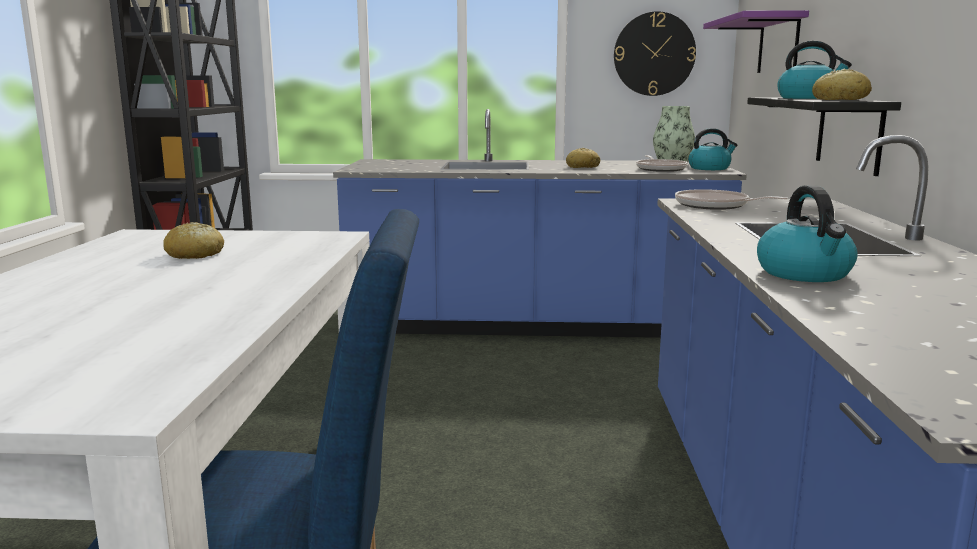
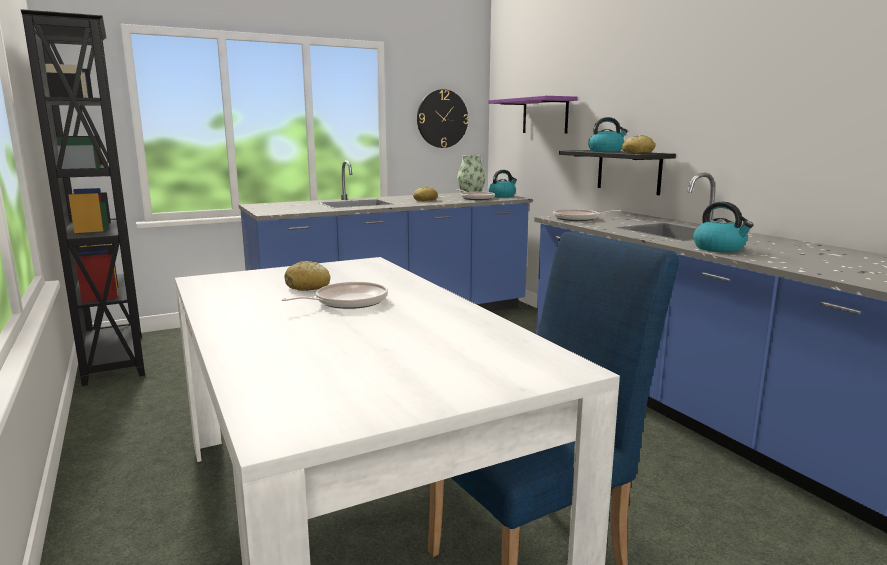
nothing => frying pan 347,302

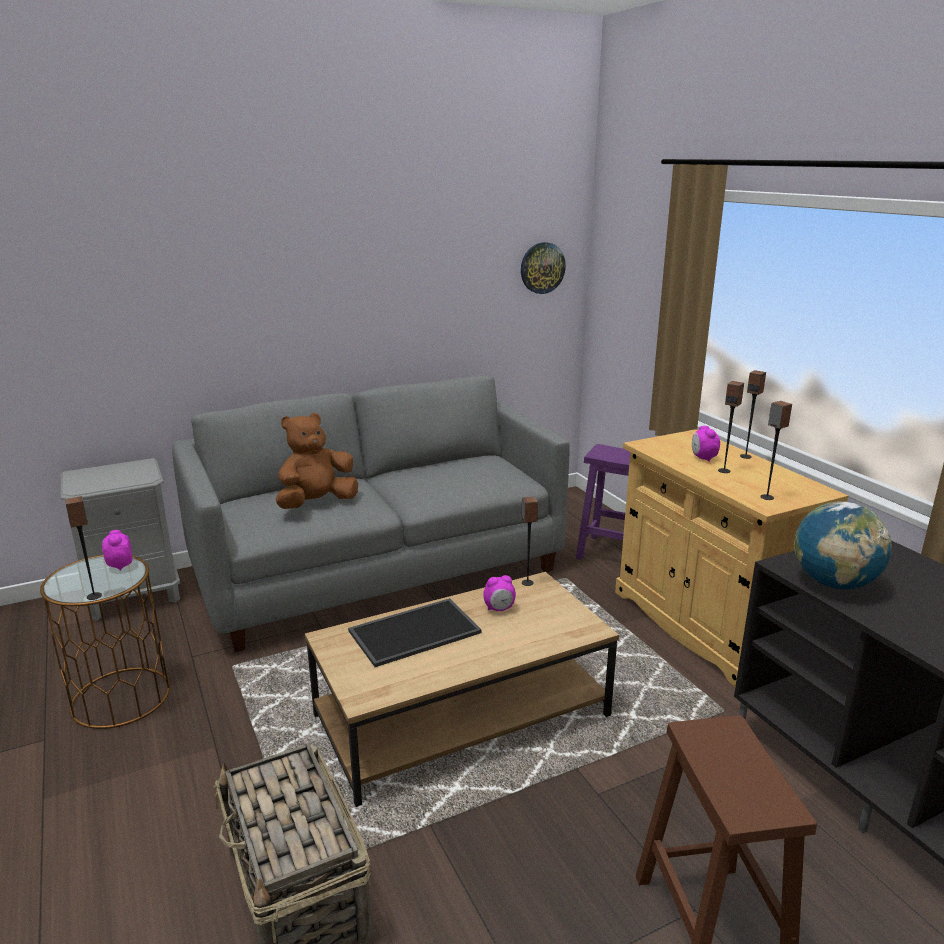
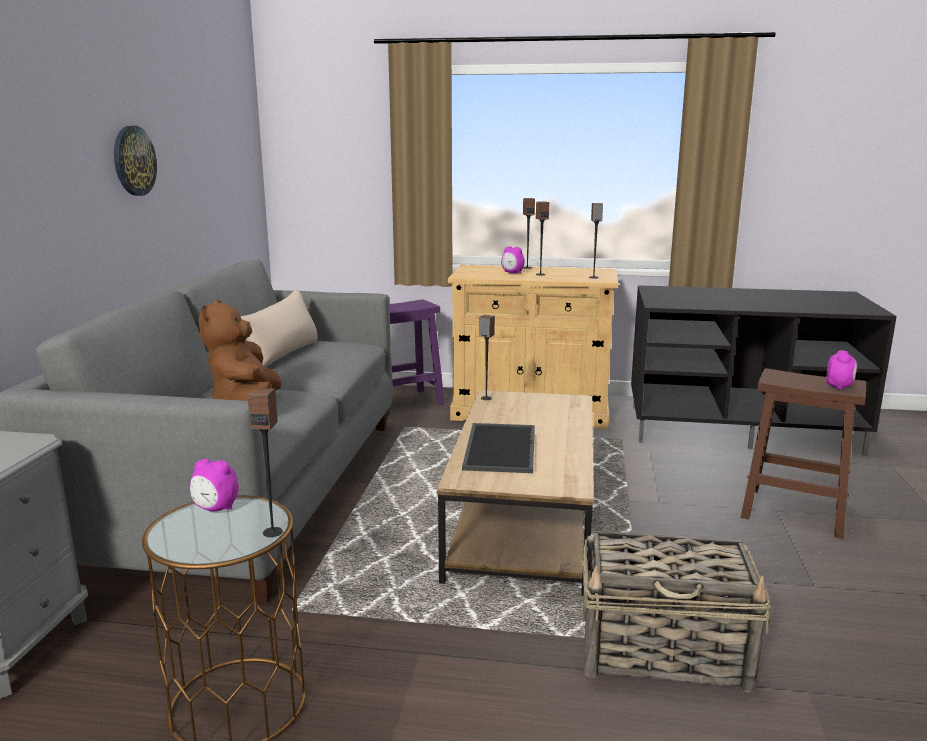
hanging clock 542,268 => hanging clock 133,161, shifted
nothing => pillow/sand-coloured 282,356
alarm clock 499,609 => alarm clock 839,387, shifted
desk globe 834,583 => nothing

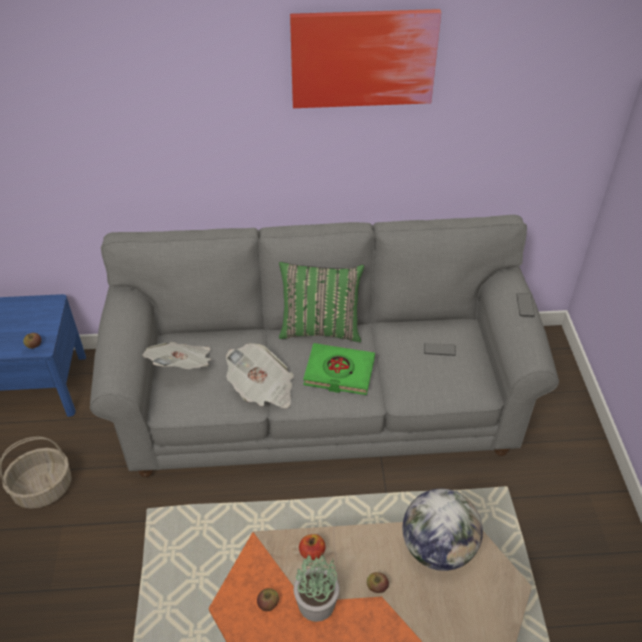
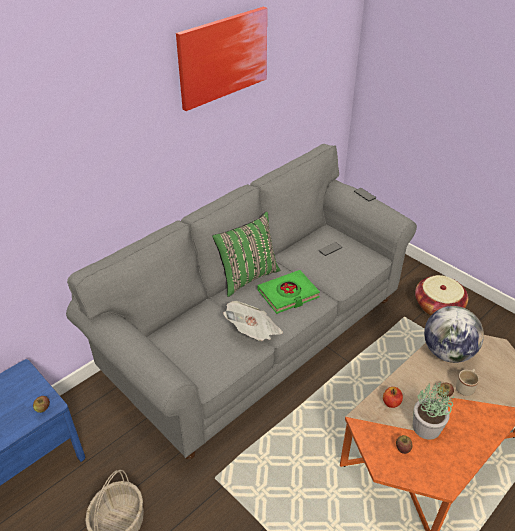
nothing => household basket 438,306
nothing => tea mug/sand-coloured 465,387
printed paper 182,366 => nothing

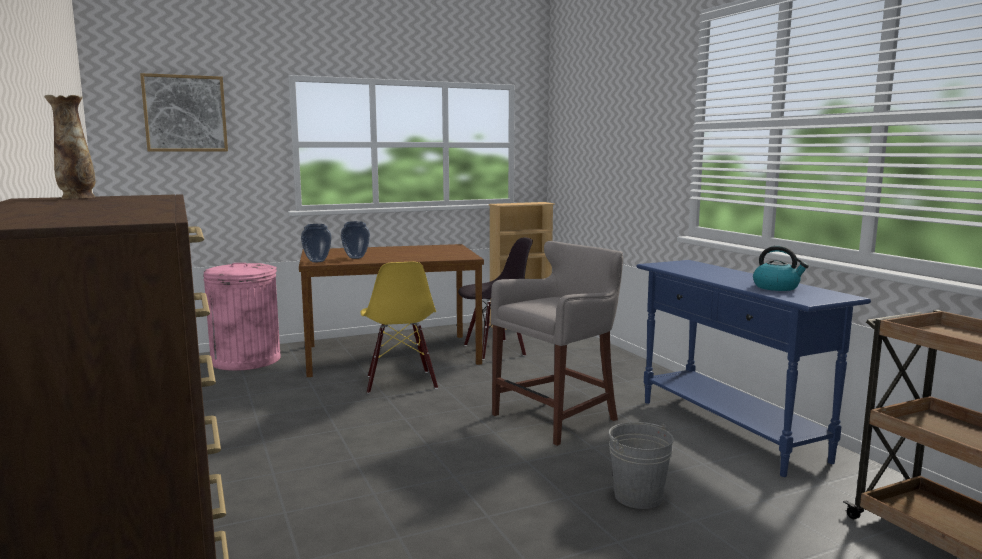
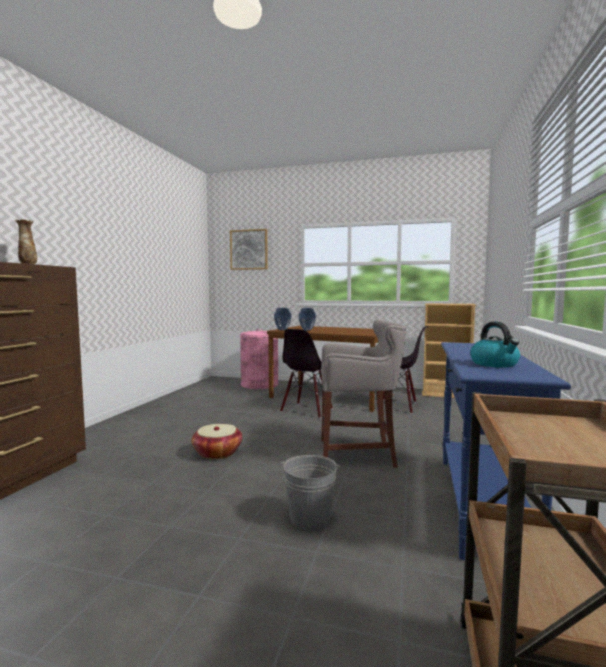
nothing => household basket 217,453
chair/yellow 400,382 => chair/black-coloured 307,410

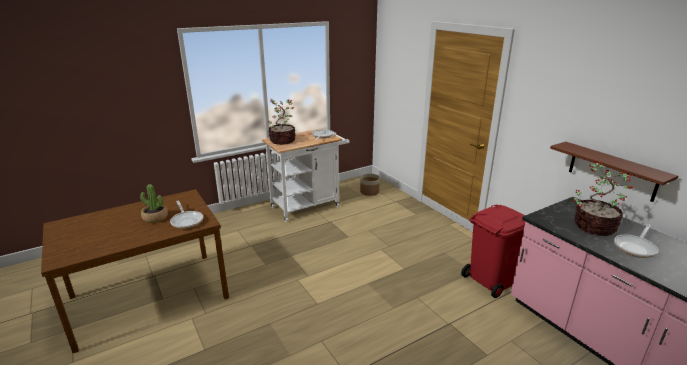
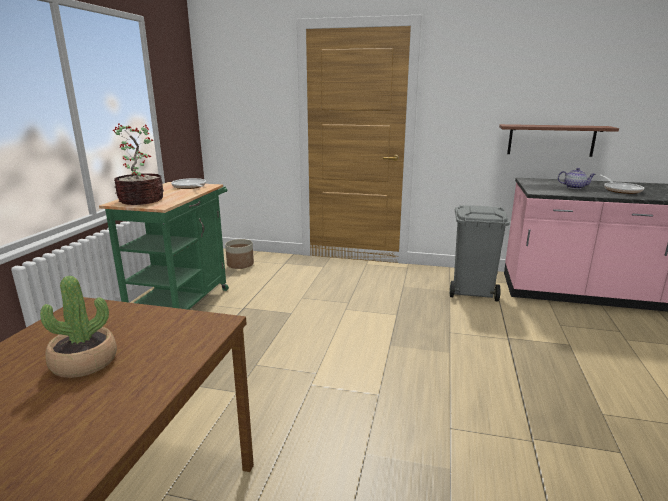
cart/whitish 309,205 => cart/green-coloured 184,302
trash can/reddish 491,281 => trash can/greyish 473,291
houseplant 592,227 => teapot 574,187
frying pan 186,221 => nothing

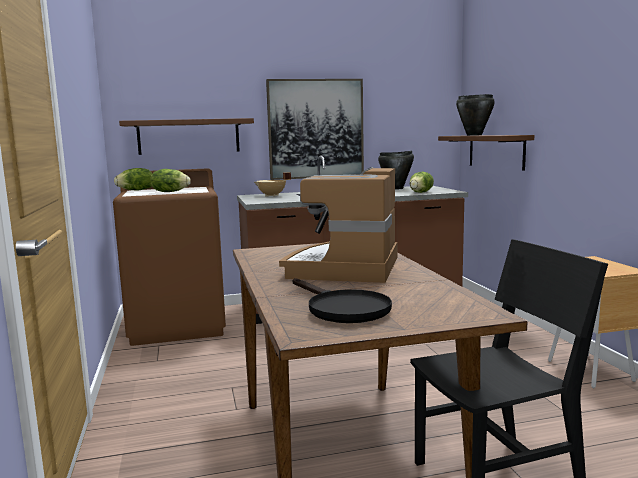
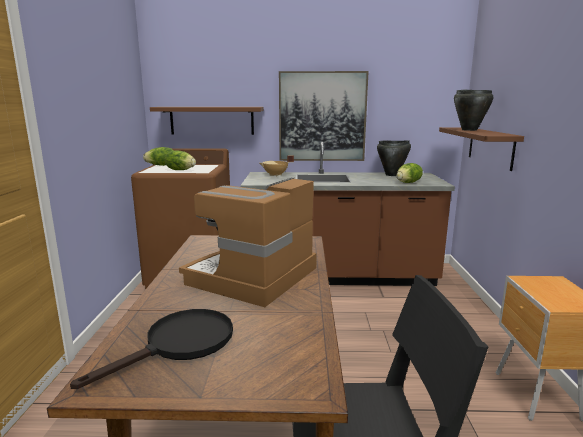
frying pan/black-coloured 341,308 => frying pan/black-coloured 180,344, 120 degrees counterclockwise

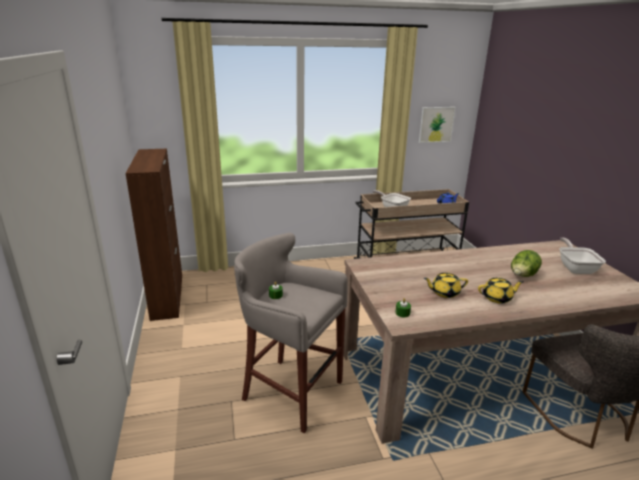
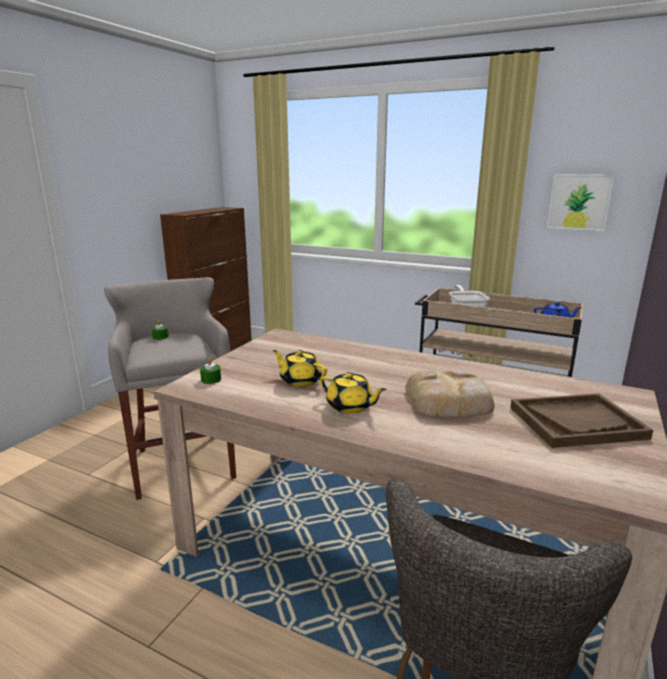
head of lettuce 522,276 => bakery bread 450,401
frying pan 575,268 => carrying tray/brown 576,422

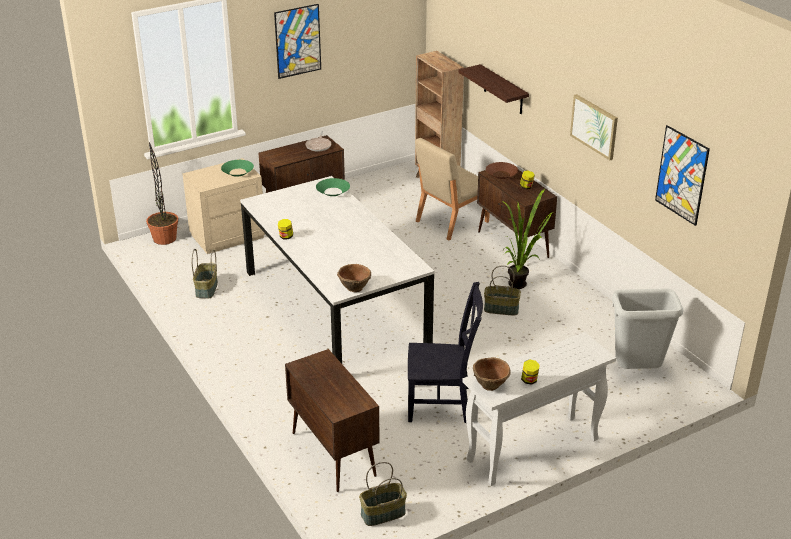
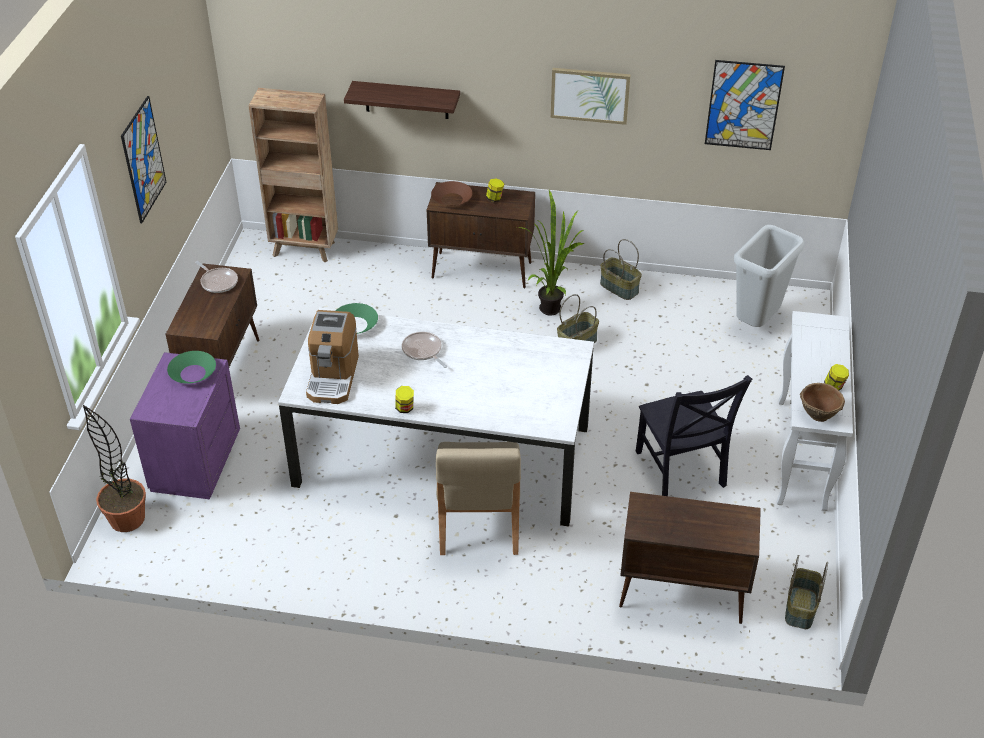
night table/sand-coloured 227,236 => night table/purple-coloured 194,462
nothing => coffee maker 333,377
nothing => frying pan 423,351
chair/sand-coloured 451,221 => chair/sand-coloured 478,522, shifted
household basket 207,289 => household basket 620,288, shifted
chair/black-coloured 442,404 => chair/black-coloured 681,472, 120 degrees clockwise
deep dish/brown 354,287 => nothing

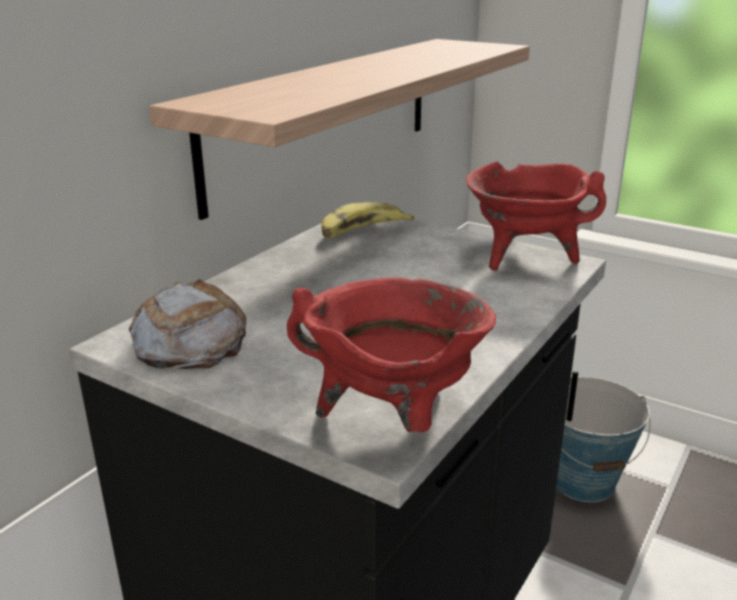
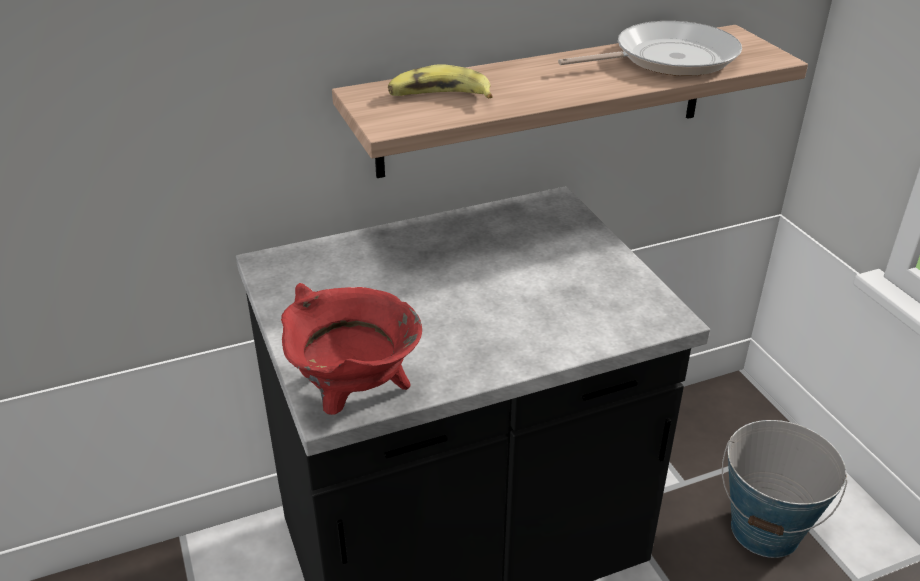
banana fruit 361,232 => banana fruit 439,97, shifted
nothing => frying pan 668,59
bakery bread 189,341 => nothing
stockpot/reddish 524,258 => nothing

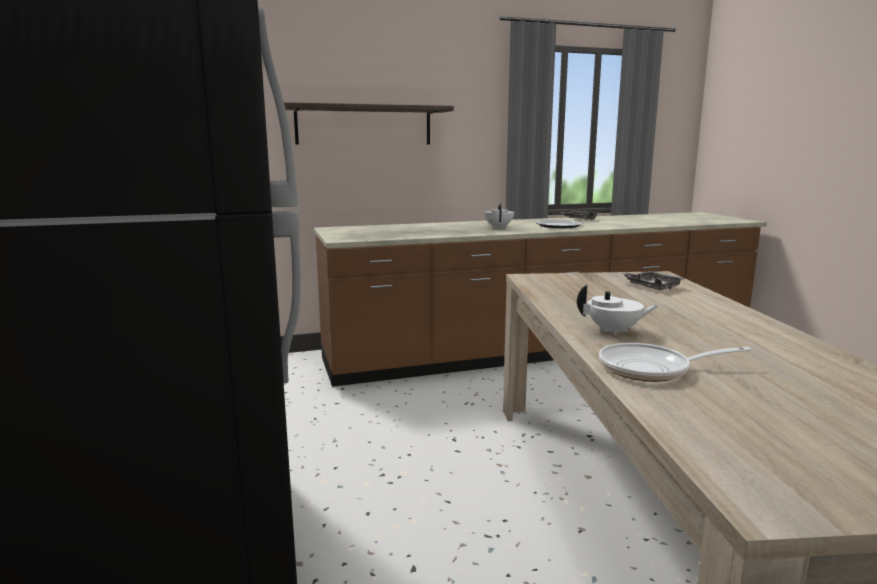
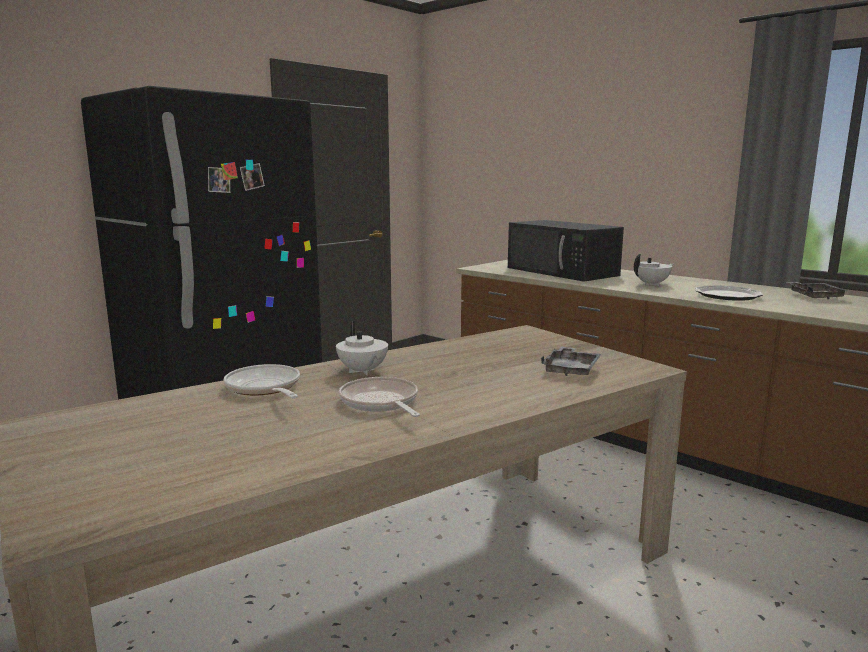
nothing => frying pan 380,402
nothing => kitchen microwave/black-coloured 563,271
shelf 364,125 => nothing

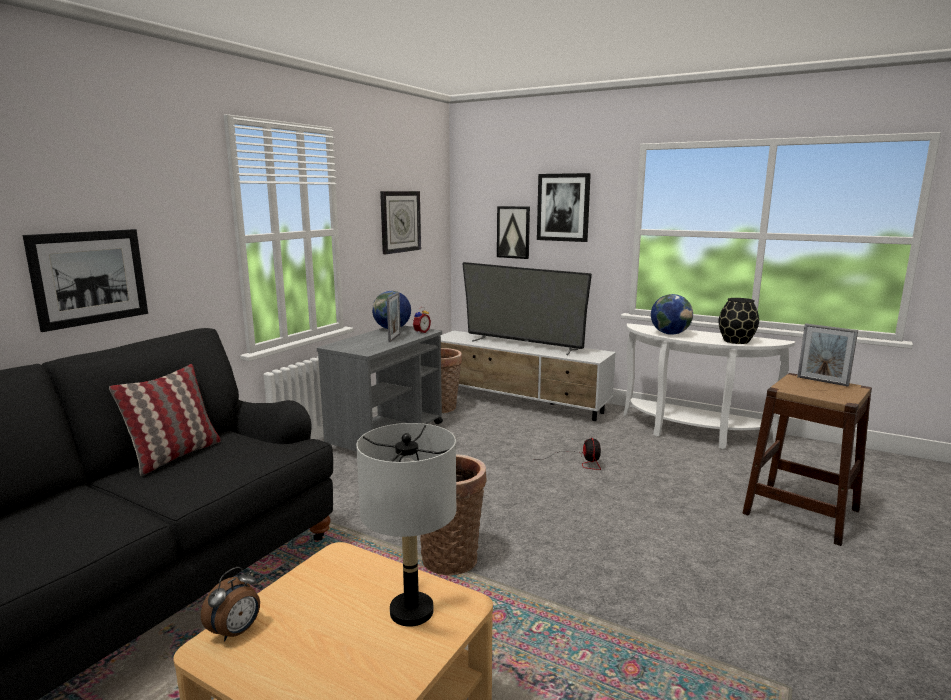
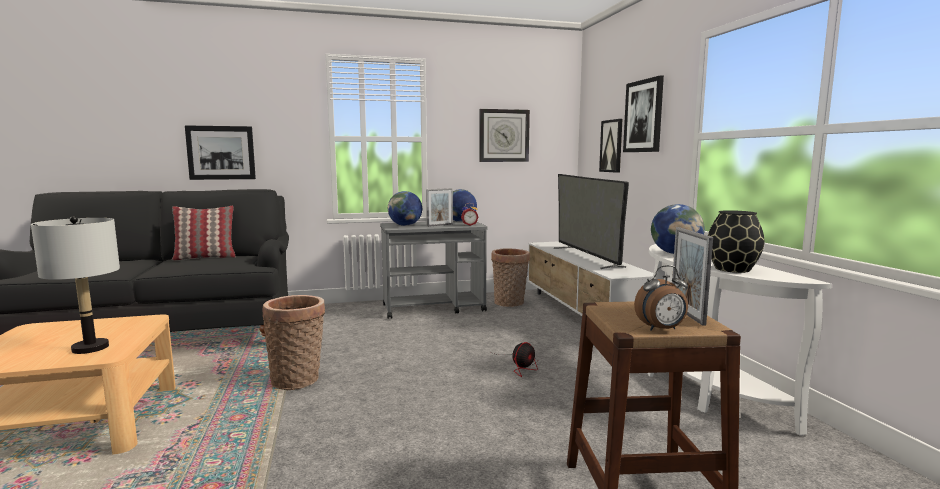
nothing => desk globe 405,225
alarm clock 236,632 => alarm clock 661,329, shifted

